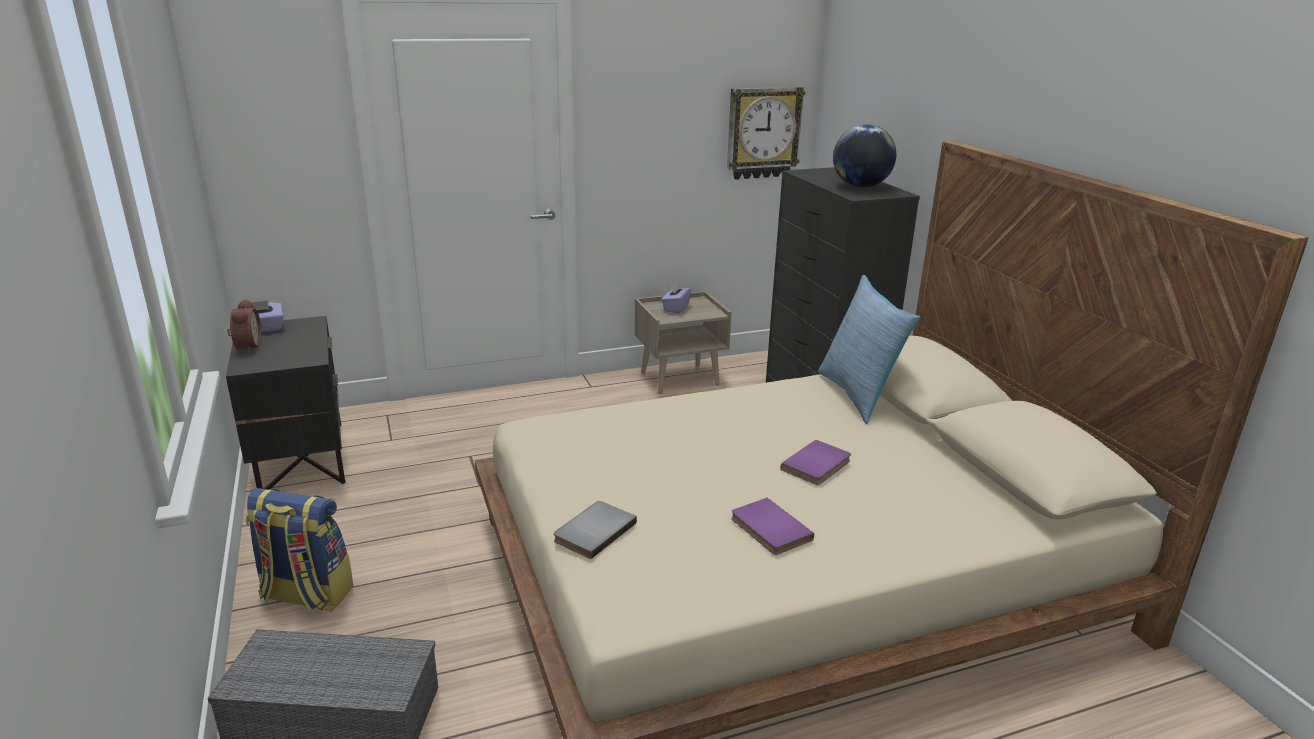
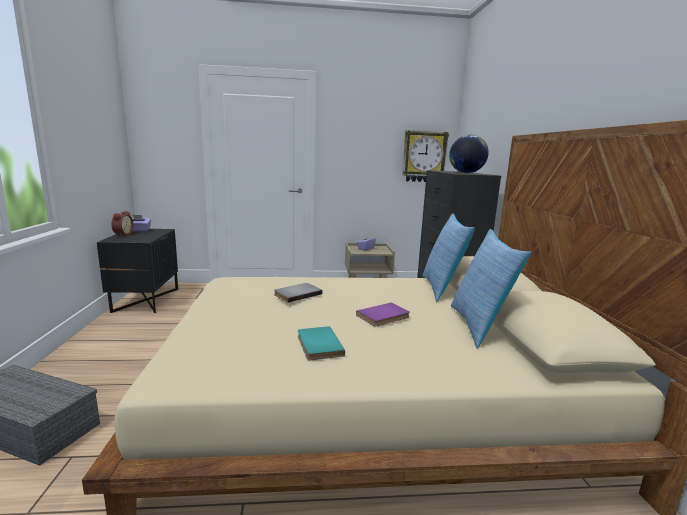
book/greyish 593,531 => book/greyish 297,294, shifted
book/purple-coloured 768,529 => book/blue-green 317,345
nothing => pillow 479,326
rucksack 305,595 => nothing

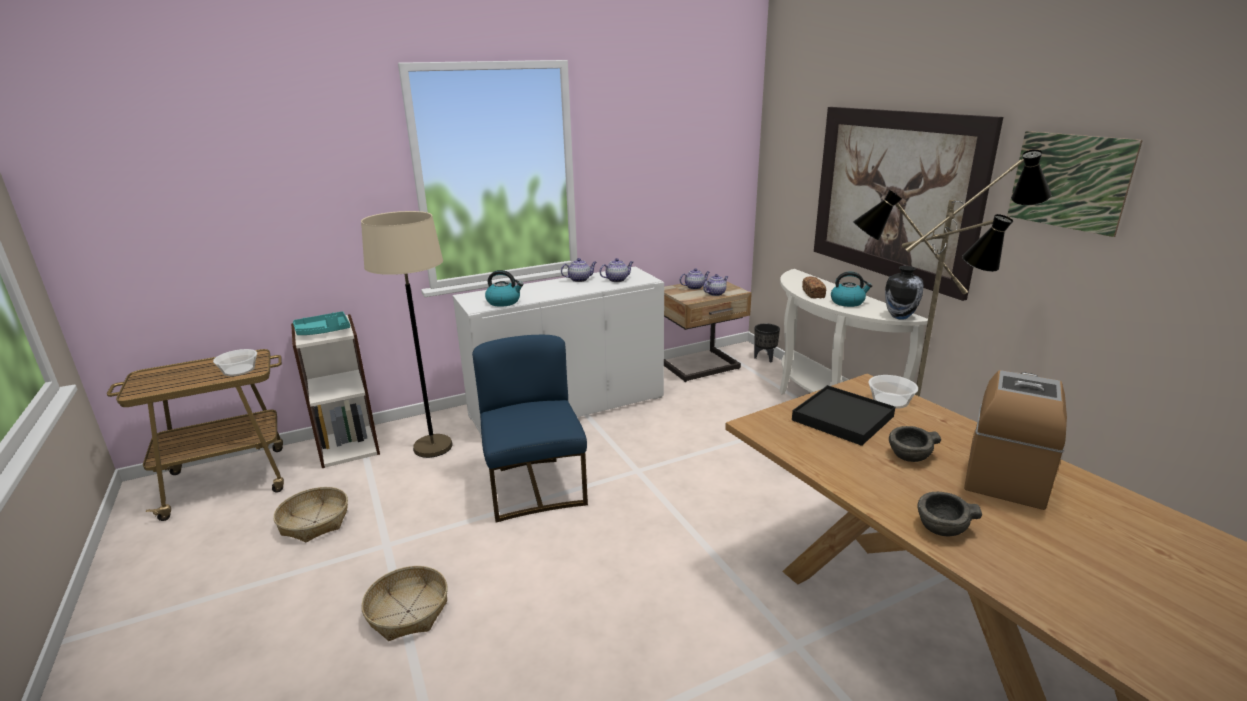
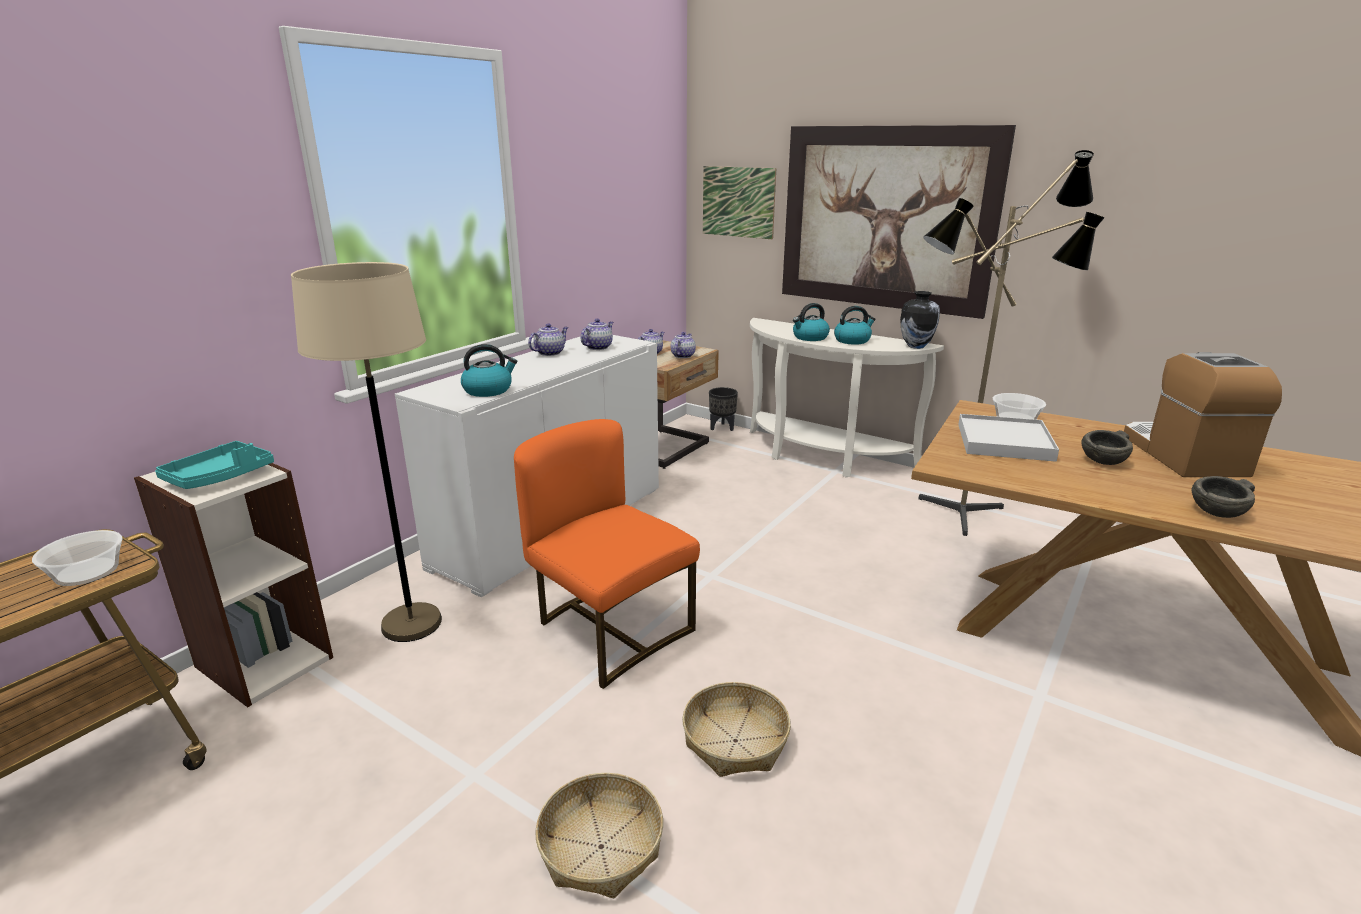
chair/blue 535,487 => chair/orange-coloured 610,630
household basket 315,522 => household basket 735,740, shifted
wall art 1069,181 => wall art 738,202, shifted
bakery bread 813,294 => water kettle 810,337
carrying tray/black-coloured 843,418 => carrying tray/whitish 1004,442

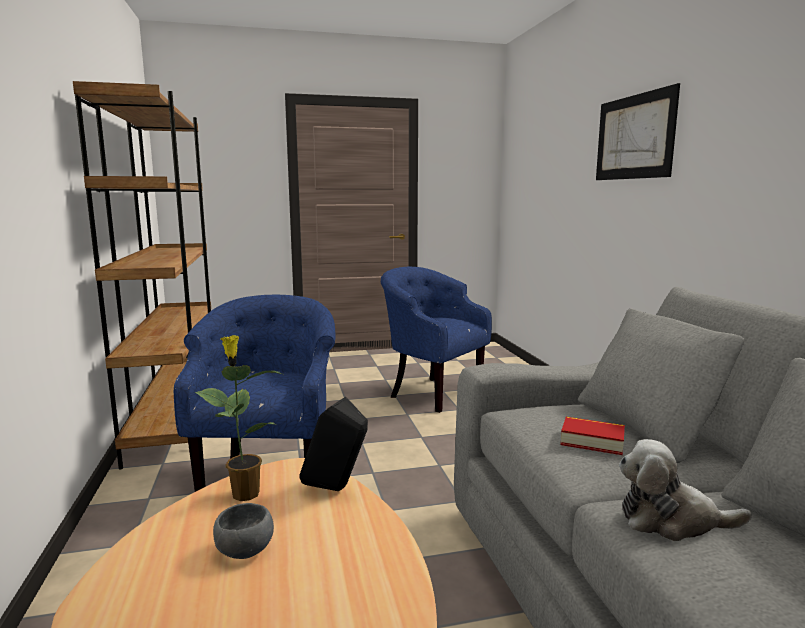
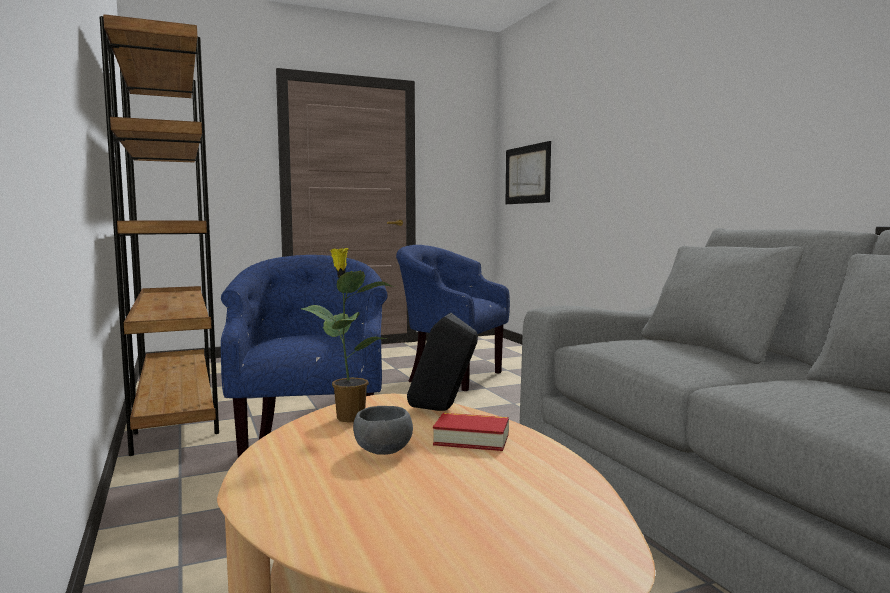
book 592,441 => book 471,439, shifted
wall art 634,137 => wall art 527,174, shifted
soft toy 671,520 => nothing

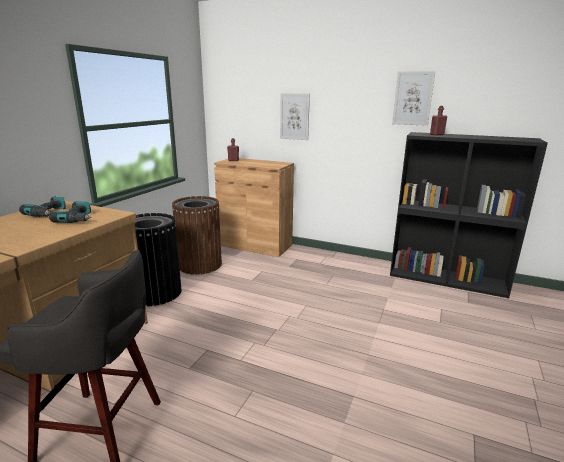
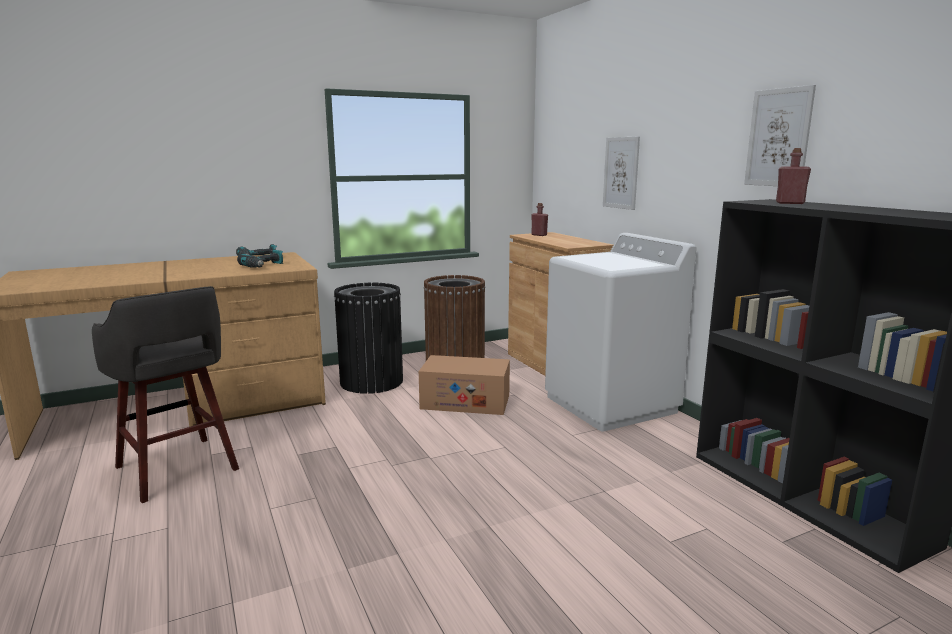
nothing => carton 465,402
nothing => laundry machine/whitish 611,404

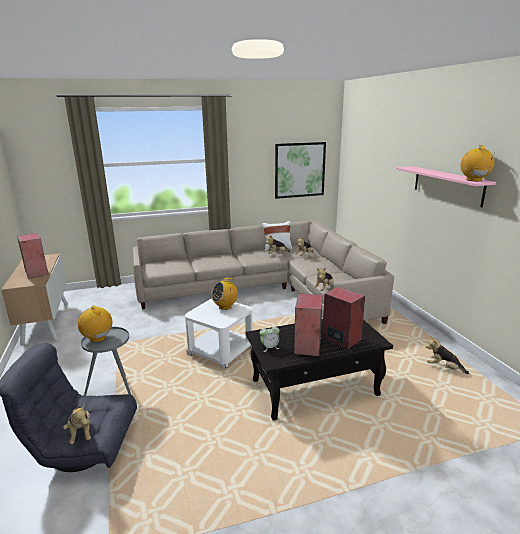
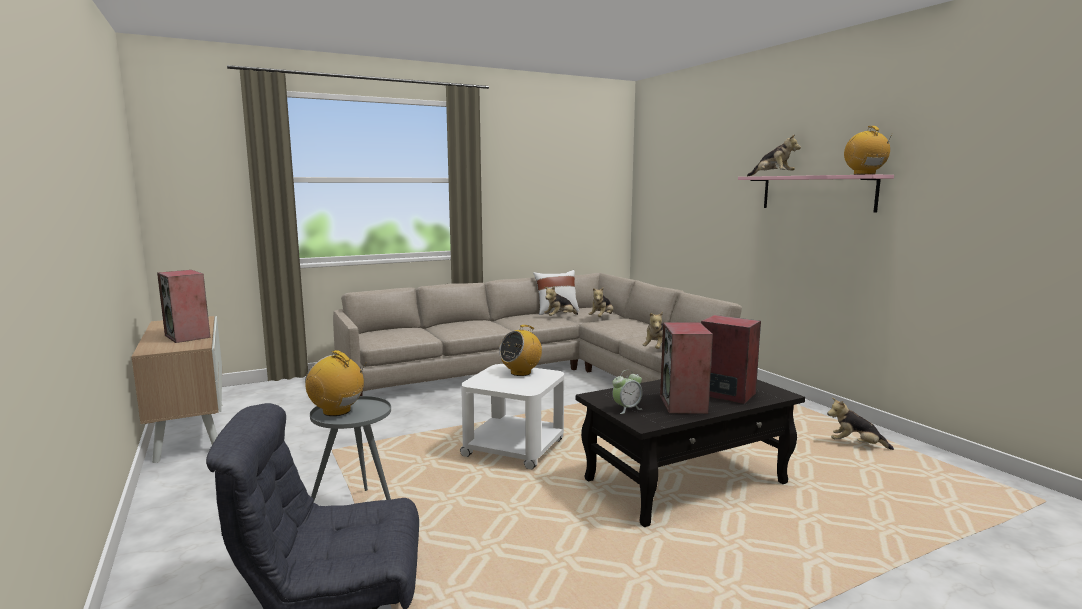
soft toy 81,433 => soft toy 772,176, shifted
wall art 299,170 => nothing

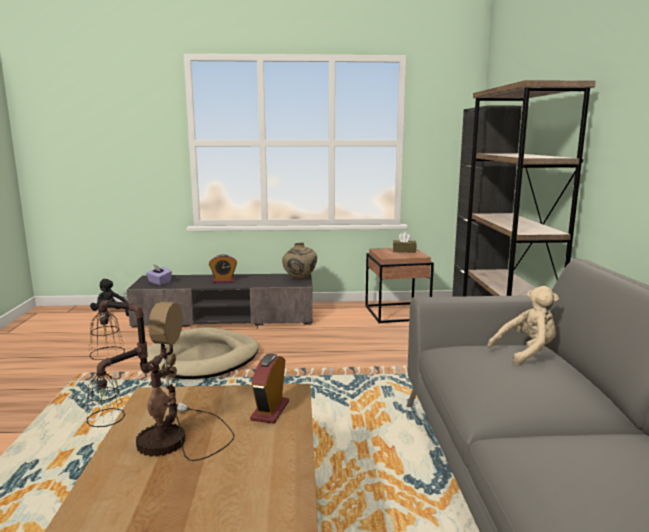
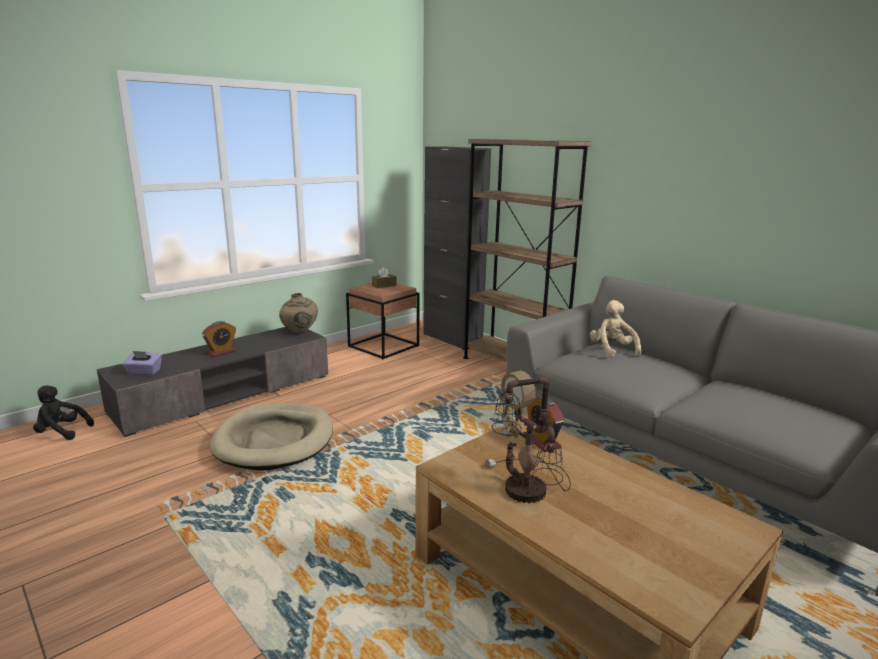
soft toy/sand-coloured 526,353 => soft toy/sand-coloured 612,350, 45 degrees counterclockwise

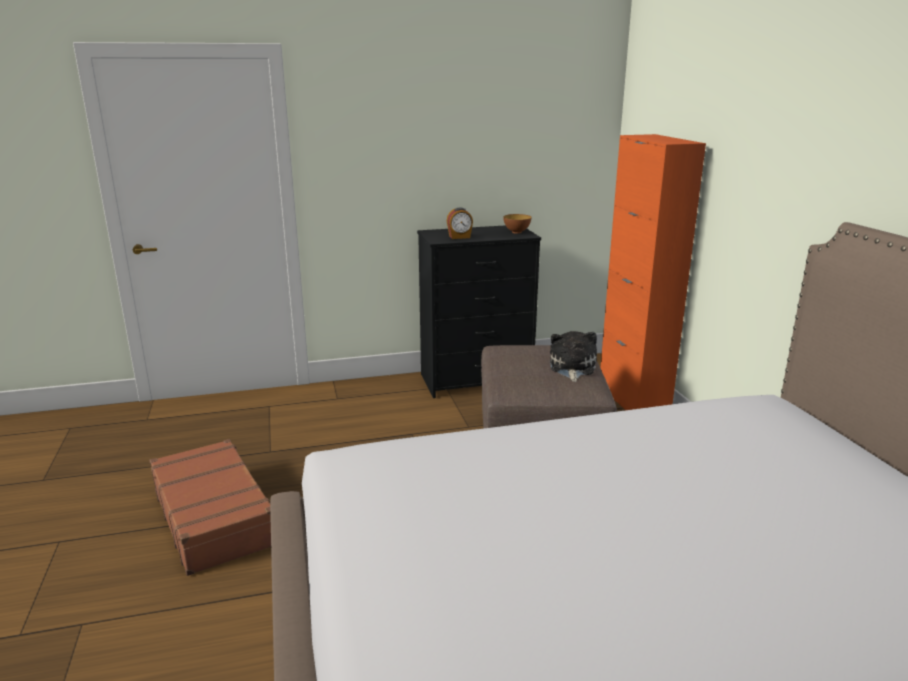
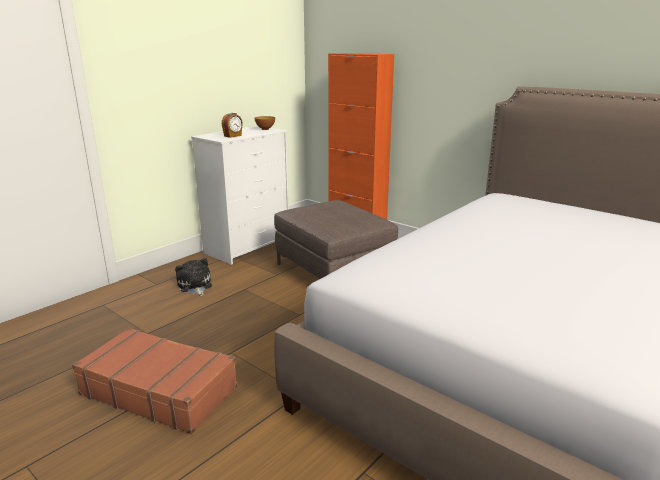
soft toy 571,368 => soft toy 195,286, shifted
drawer chest/black-coloured 477,380 => drawer chest/whitish 248,246

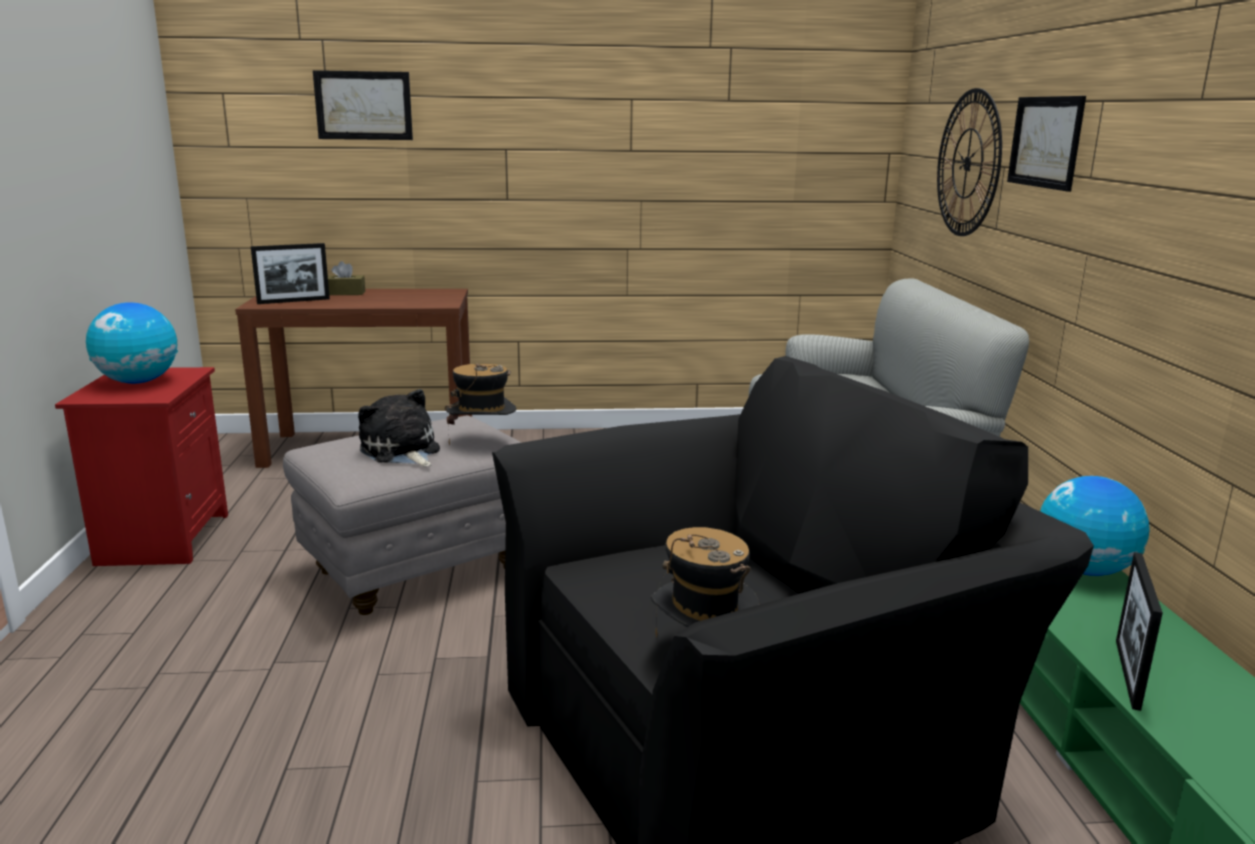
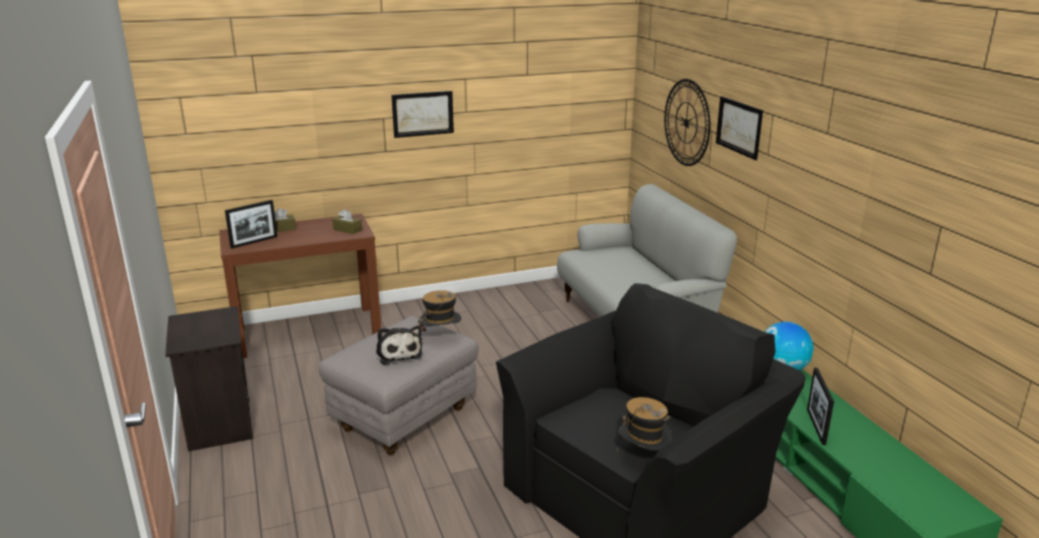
night table/reddish 162,538 => night table/black-coloured 218,423
nothing => tissue holder/brown 347,229
soft toy 401,452 => soft toy 398,353, 150 degrees counterclockwise
wall art 363,105 => wall art 423,114, shifted
desk globe 138,382 => nothing

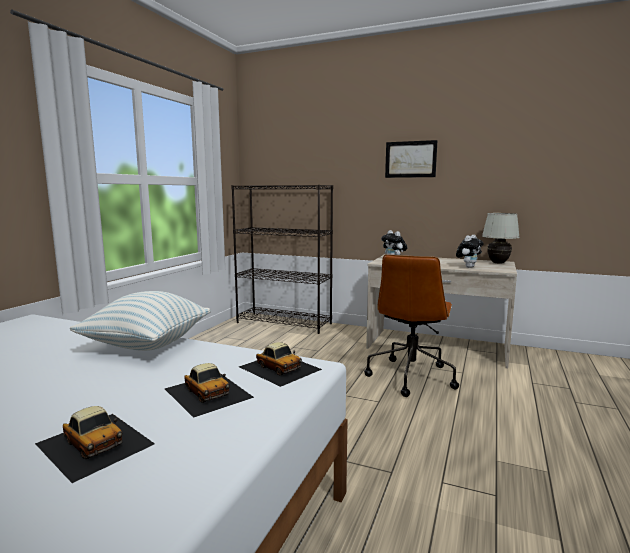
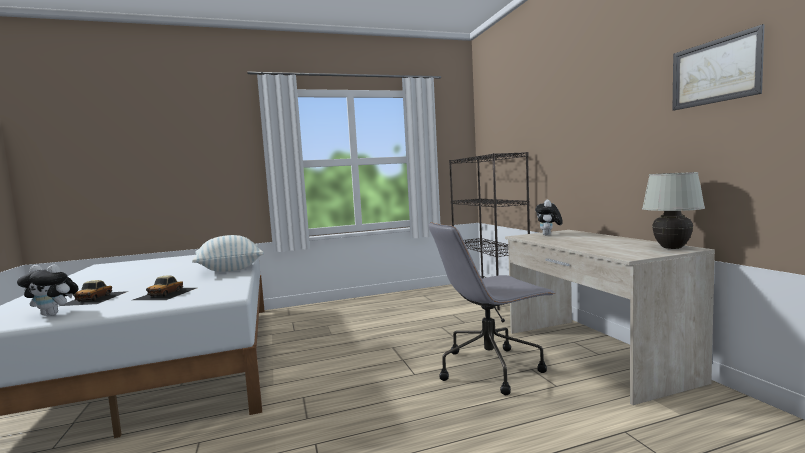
soft toy 468,267 => soft toy 54,314, shifted
desk chair/brown 411,376 => desk chair/greyish 491,368
wall art 410,159 => wall art 714,72, shifted
miniature car 279,367 => nothing

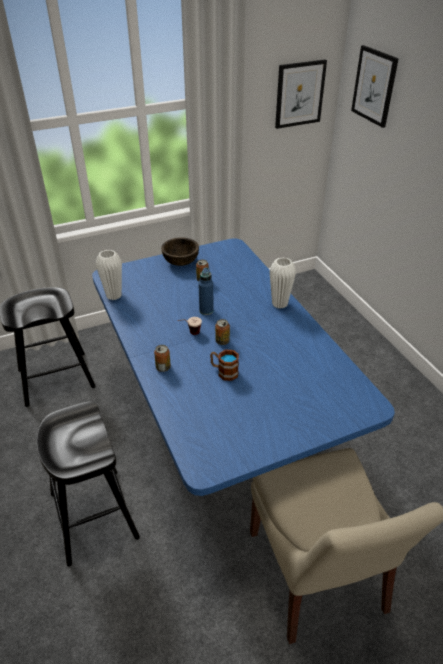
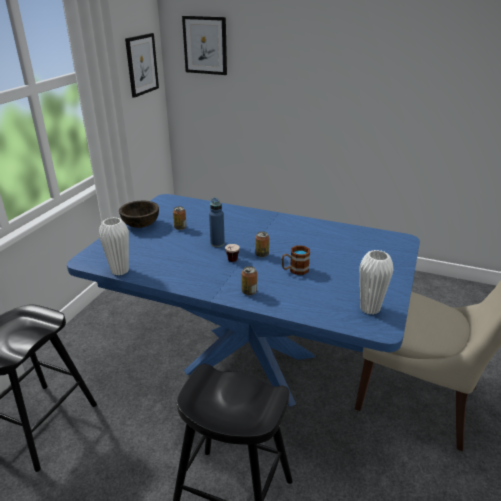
vase/whitish 279,304 => vase/whitish 370,308, shifted

